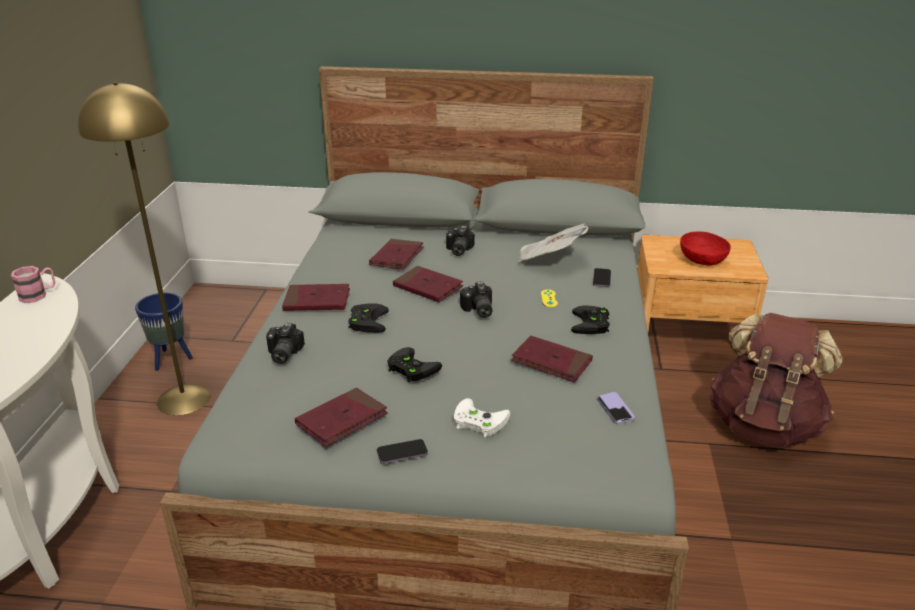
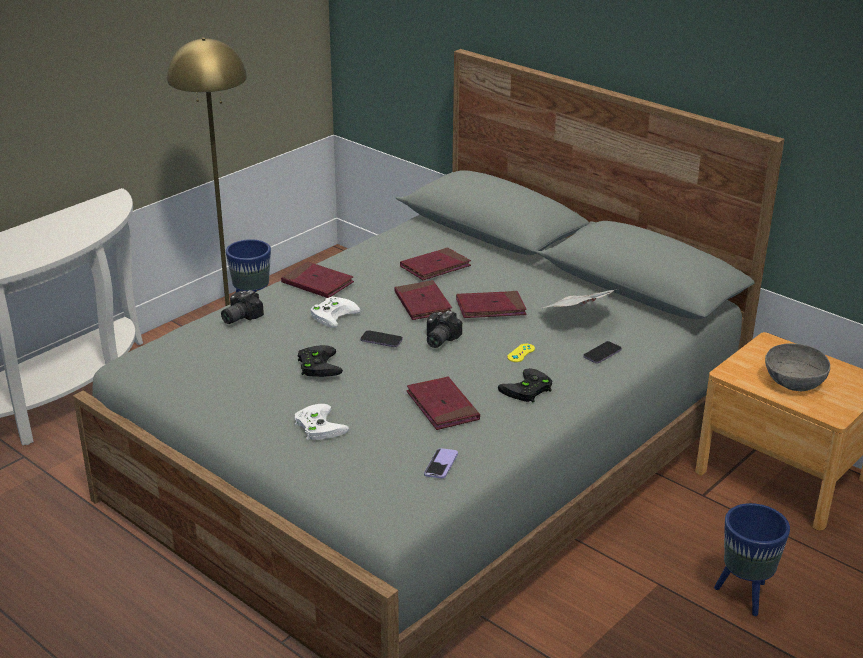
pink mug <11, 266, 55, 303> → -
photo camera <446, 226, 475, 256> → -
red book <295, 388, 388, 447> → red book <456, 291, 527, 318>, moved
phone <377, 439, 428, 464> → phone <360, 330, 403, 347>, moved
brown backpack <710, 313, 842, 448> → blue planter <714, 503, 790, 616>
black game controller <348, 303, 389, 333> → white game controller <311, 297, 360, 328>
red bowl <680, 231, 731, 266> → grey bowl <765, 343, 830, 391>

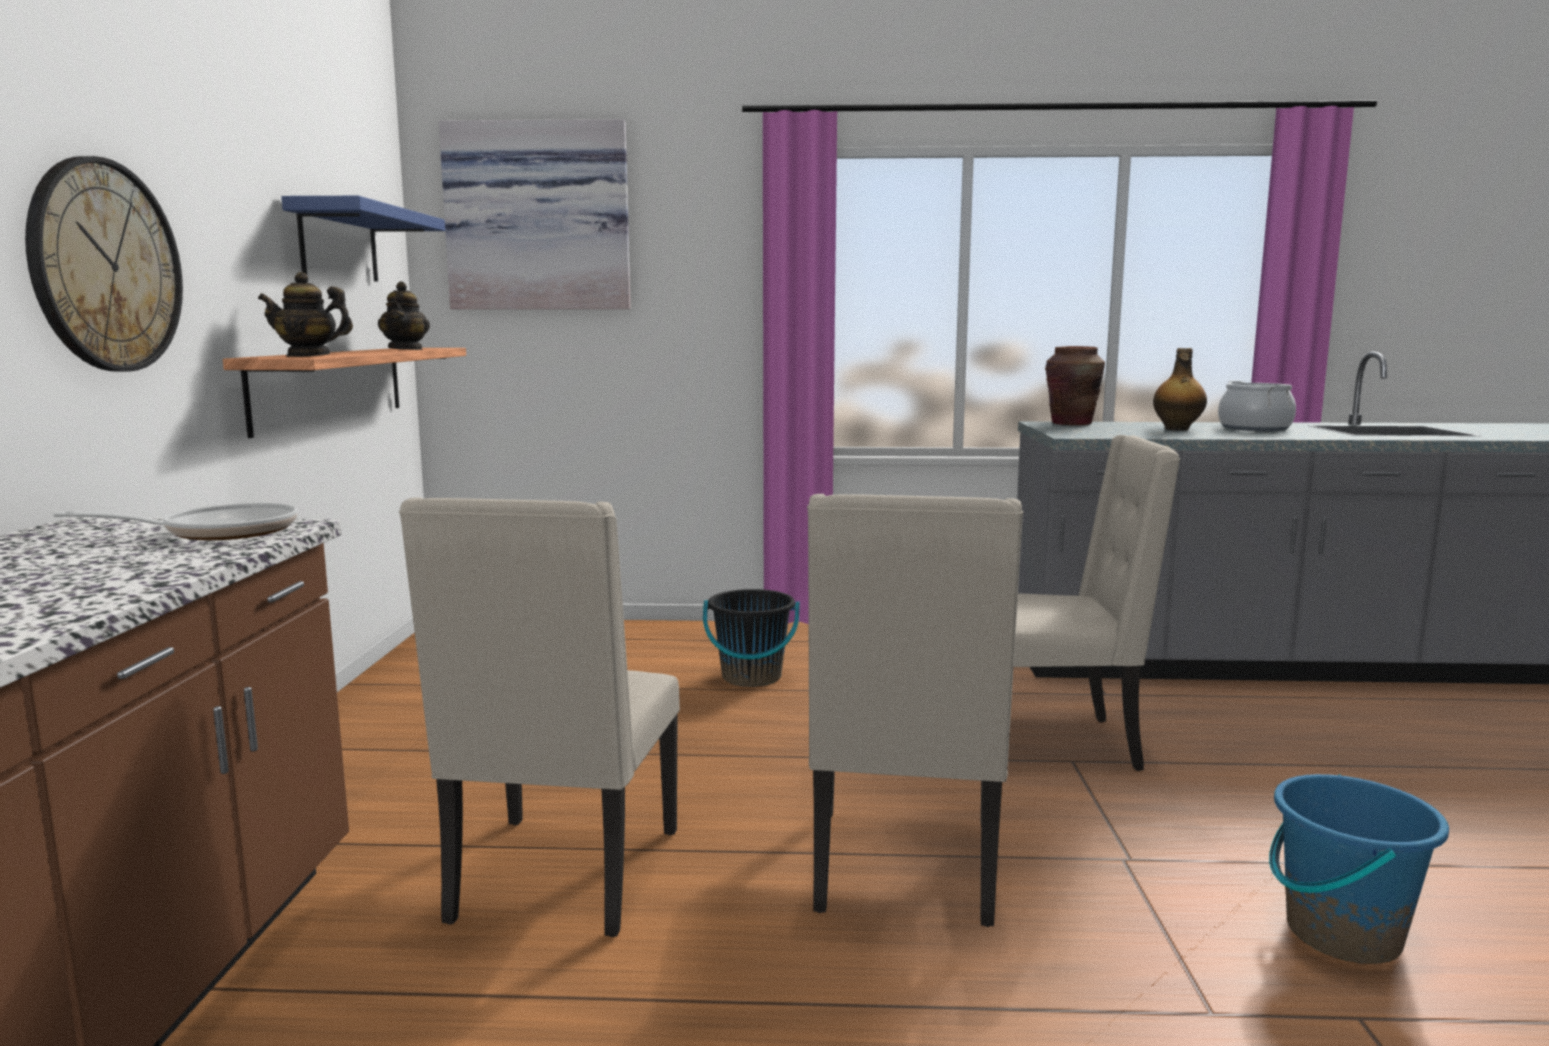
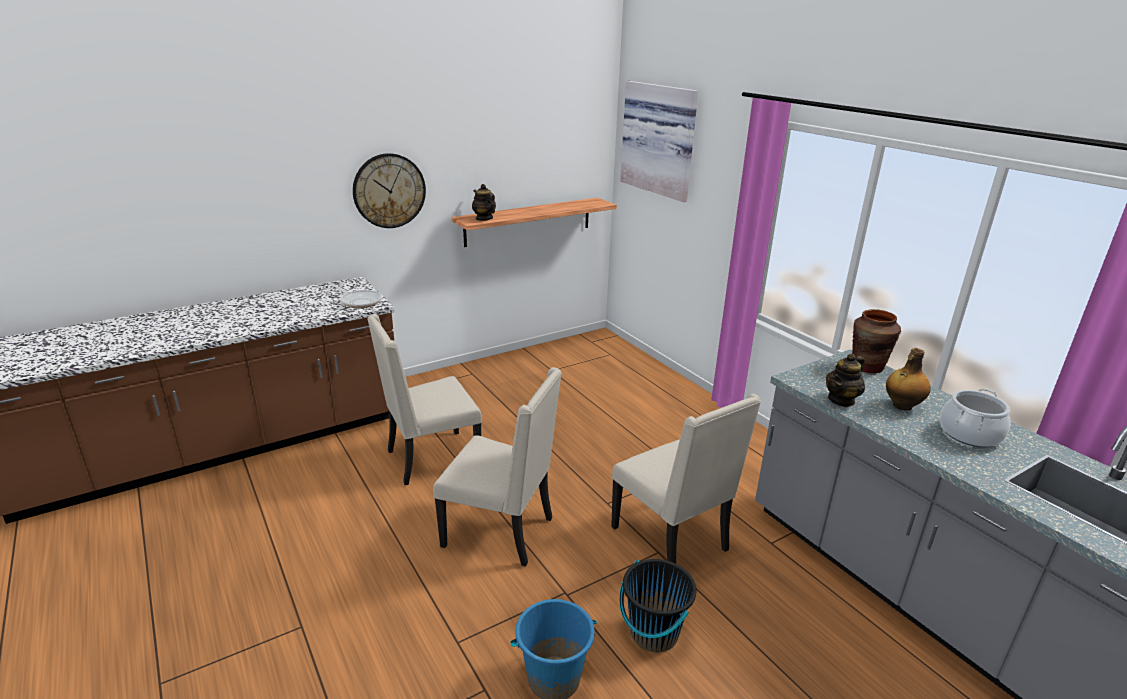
blue shelf <282, 196, 445, 282> → -
teapot <378, 282, 430, 350> → teapot <826, 353, 865, 407>, moved
black bucket <703, 589, 800, 687> → black bucket <619, 559, 696, 652>, moved
beige chair <807, 494, 1024, 927> → beige chair <433, 367, 562, 566>, 135 degrees counterclockwise

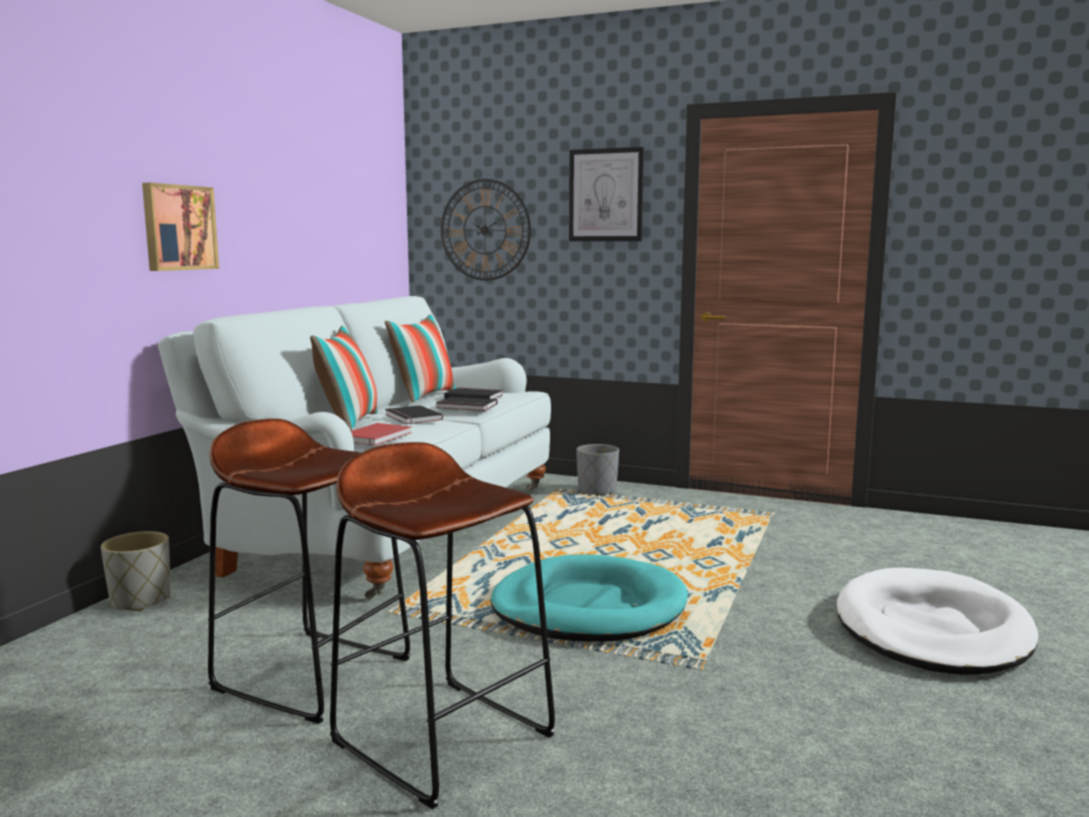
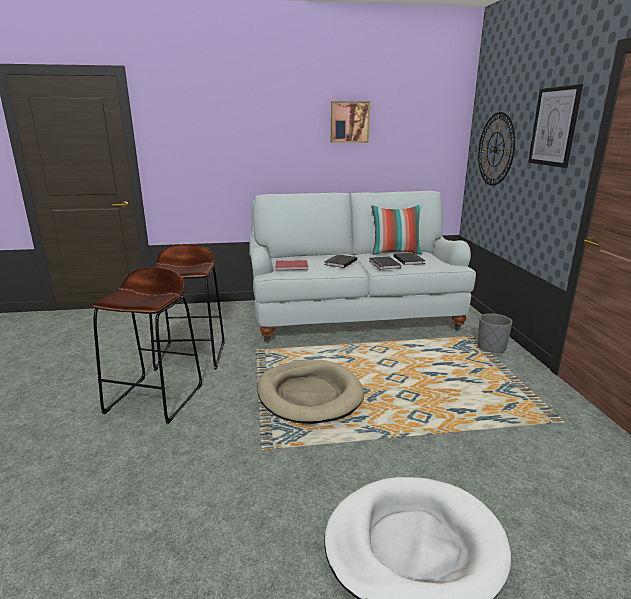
grey planter <101, 531, 170, 611> → -
pillow <310, 325, 378, 431> → -
picture <142, 183, 219, 271> → picture <331, 101, 370, 143>, moved
turquoise dog bed <490, 554, 688, 642> → beige dog bed <257, 360, 364, 424>

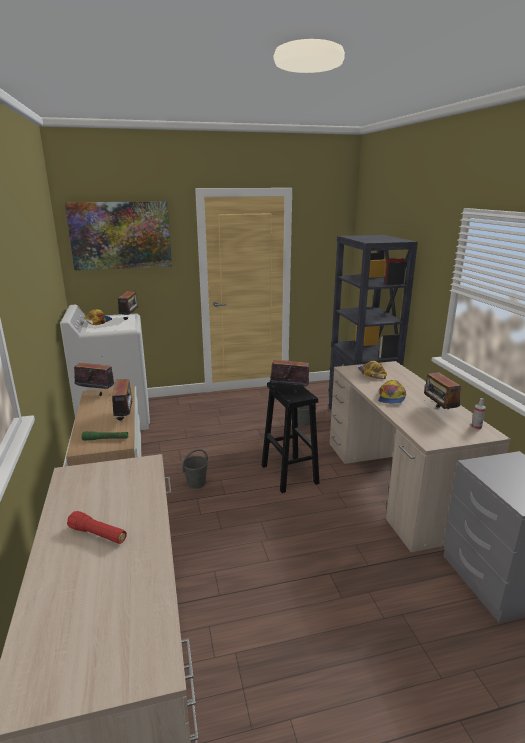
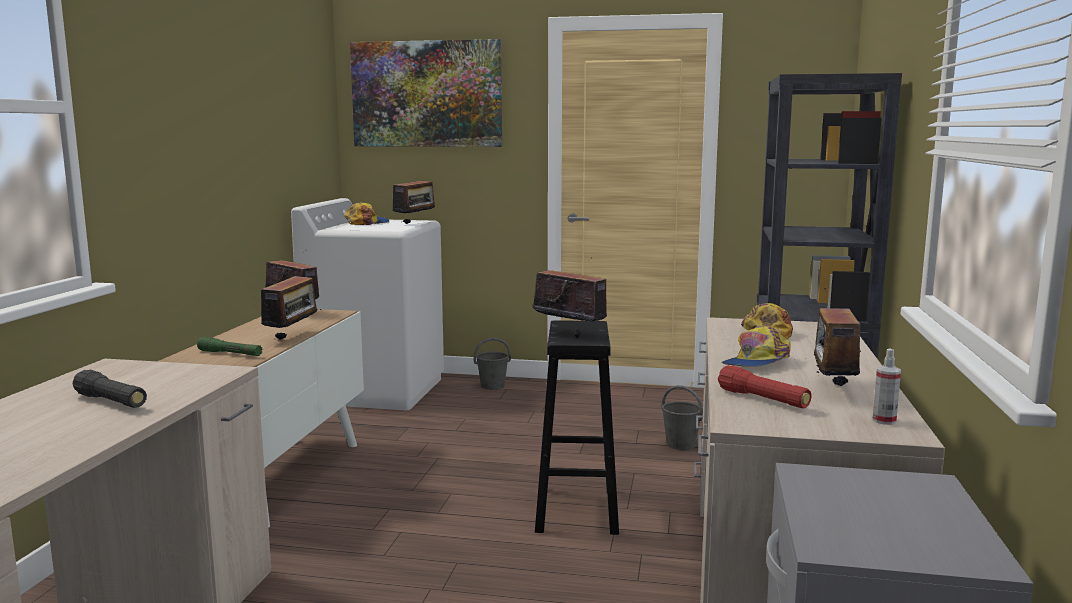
- → black flashlight <73, 370, 147, 408>
red flashlight <67, 511, 127, 544> → red flashlight <718, 365, 812, 408>, moved
grey bucket <182, 449, 208, 489> → grey bucket <474, 338, 511, 390>, moved

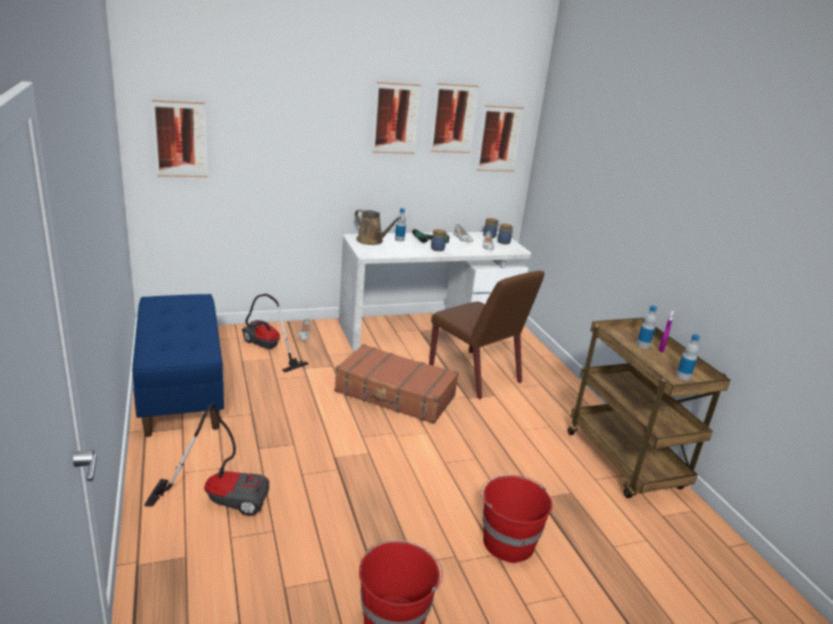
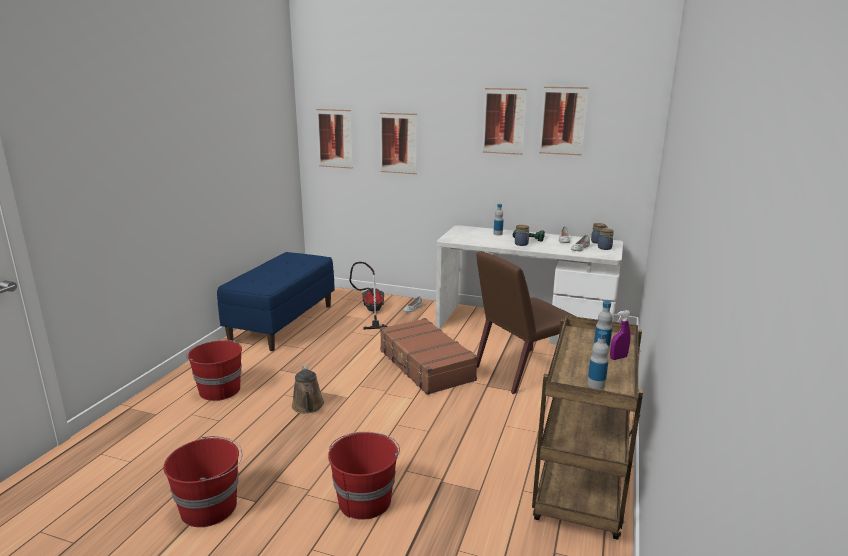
brown watering can <355, 209, 402, 245> → brown watering can <292, 366, 324, 413>, moved
picture <477, 105, 524, 172> → picture <380, 113, 417, 174>, moved
vacuum cleaner <144, 403, 269, 516> → red bucket <186, 340, 242, 401>
brown chair <429, 270, 544, 399> → brown chair <477, 251, 576, 394>, 60 degrees clockwise

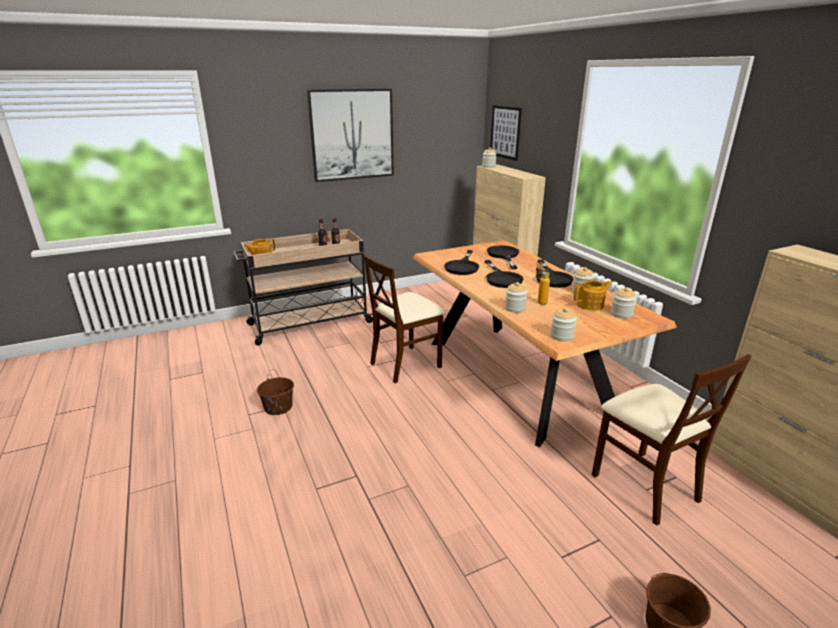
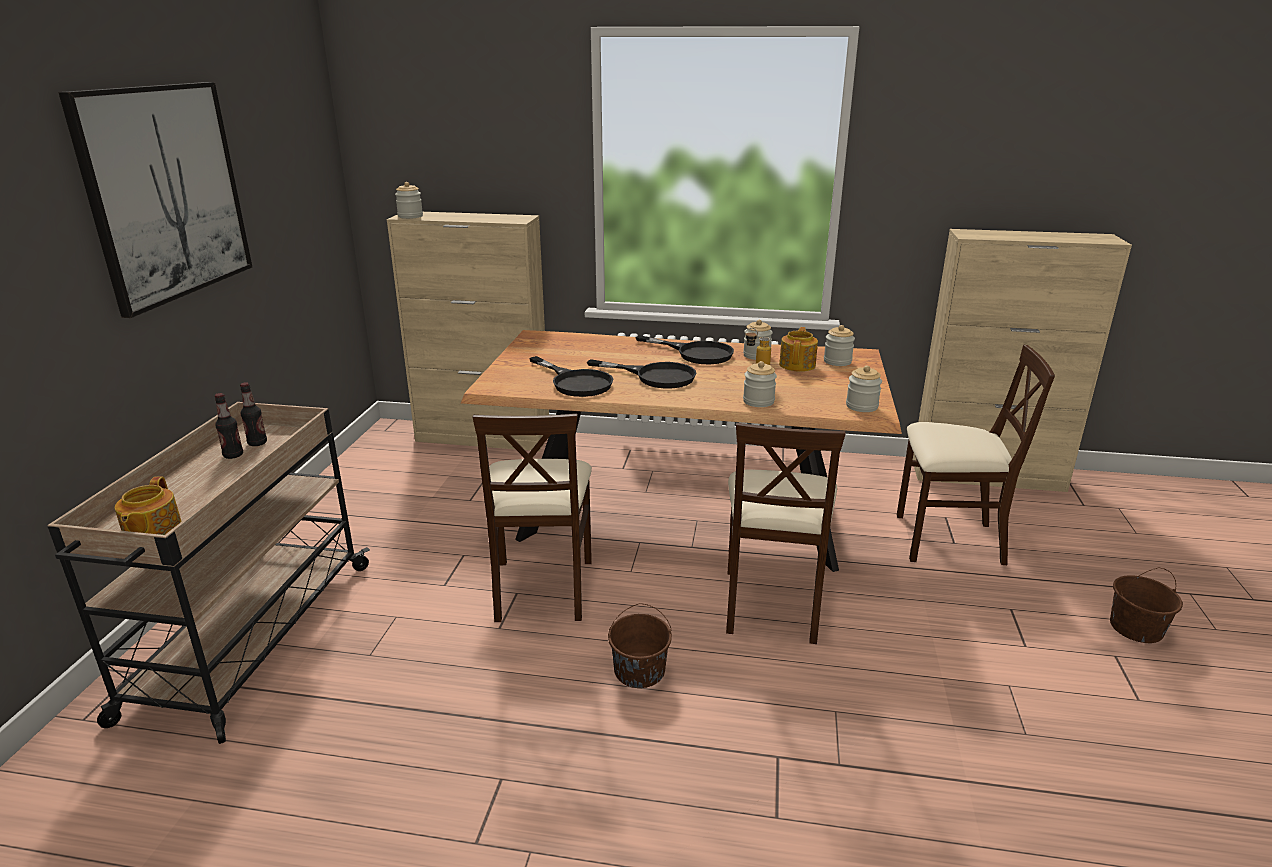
black frying pan <487, 245, 519, 269> → -
picture <490, 105, 522, 161> → -
- → beige chair <726, 423, 845, 644>
brown bucket <257, 369, 294, 415> → brown bucket <608, 603, 672, 688>, moved

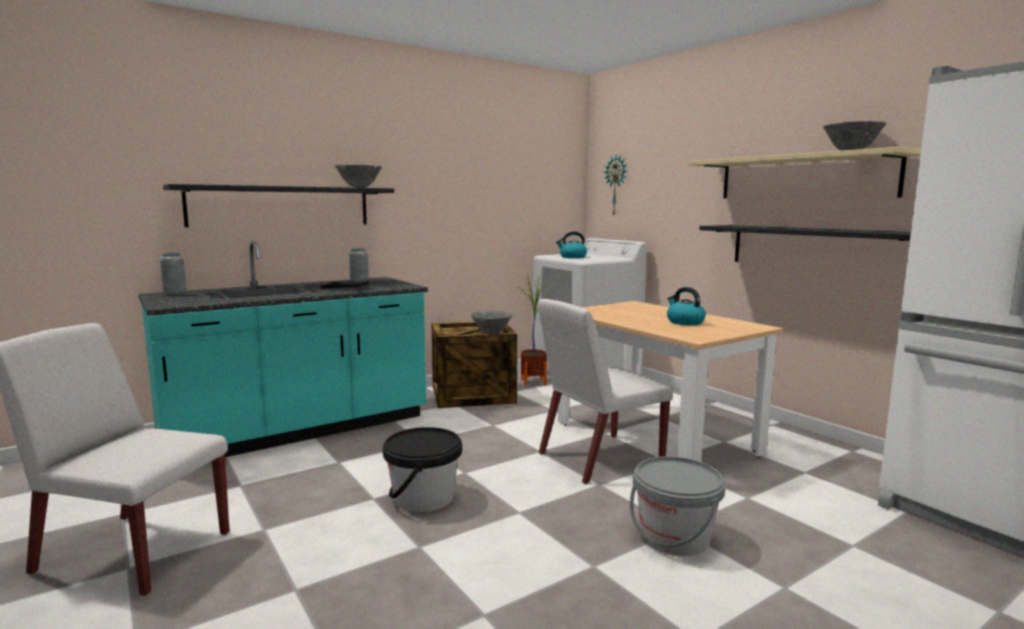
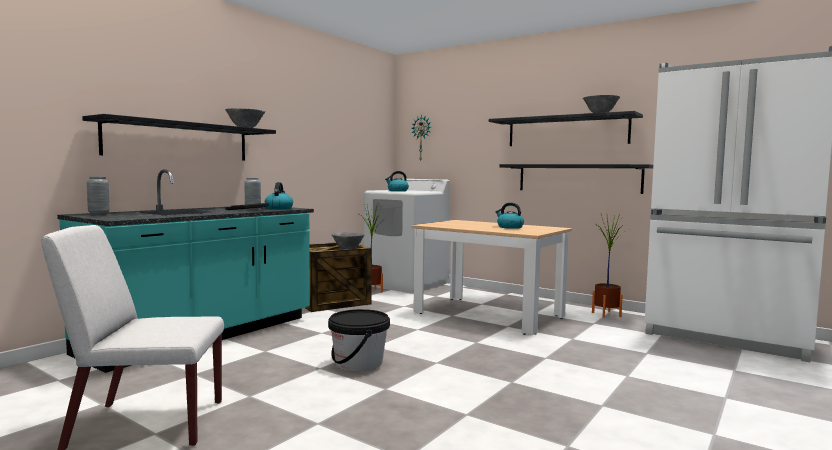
white chair <538, 299, 673, 484> → -
grey bucket <630, 456, 726, 556> → -
- → kettle <265, 182, 293, 209>
- → potted plant <592, 213, 627, 318>
beige shelf <688, 147, 921, 198> → black shelf <489, 111, 643, 146>

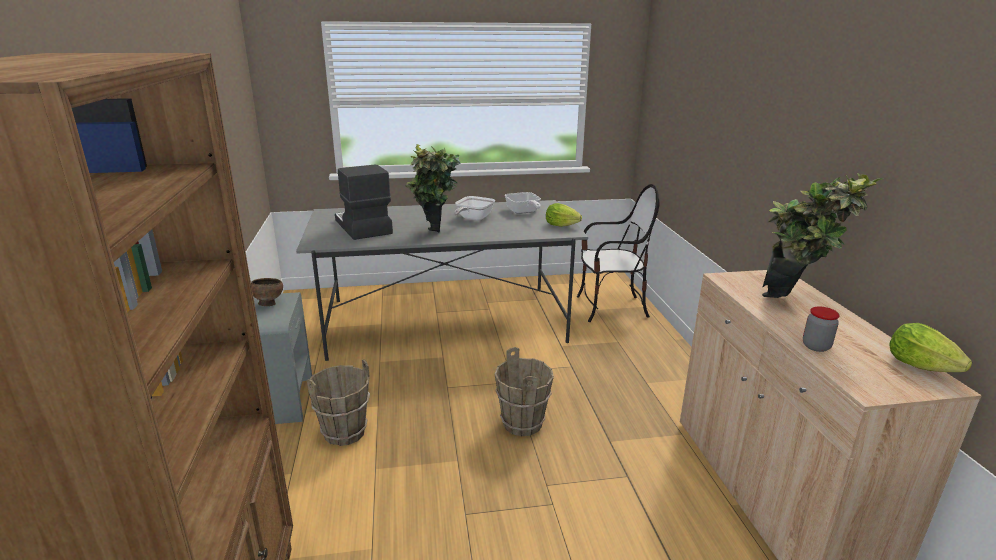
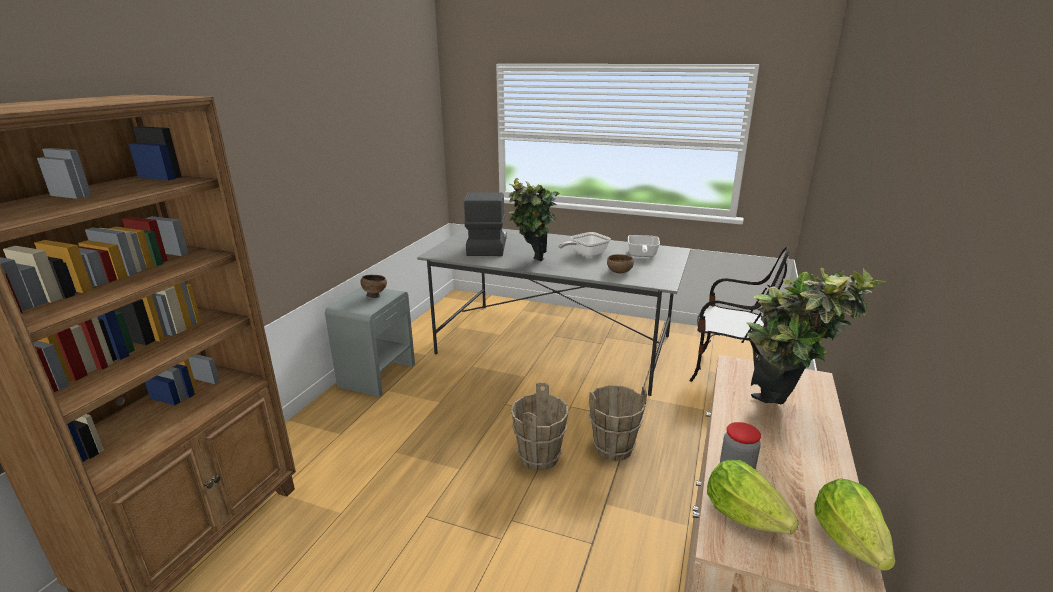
- → brown bowl <607, 254, 634, 273>
brown bucket <307, 359, 370, 446> → brown bucket <589, 385, 647, 461>, moved
lettuce <546, 203, 582, 227> → lettuce <707, 460, 799, 534>, moved

